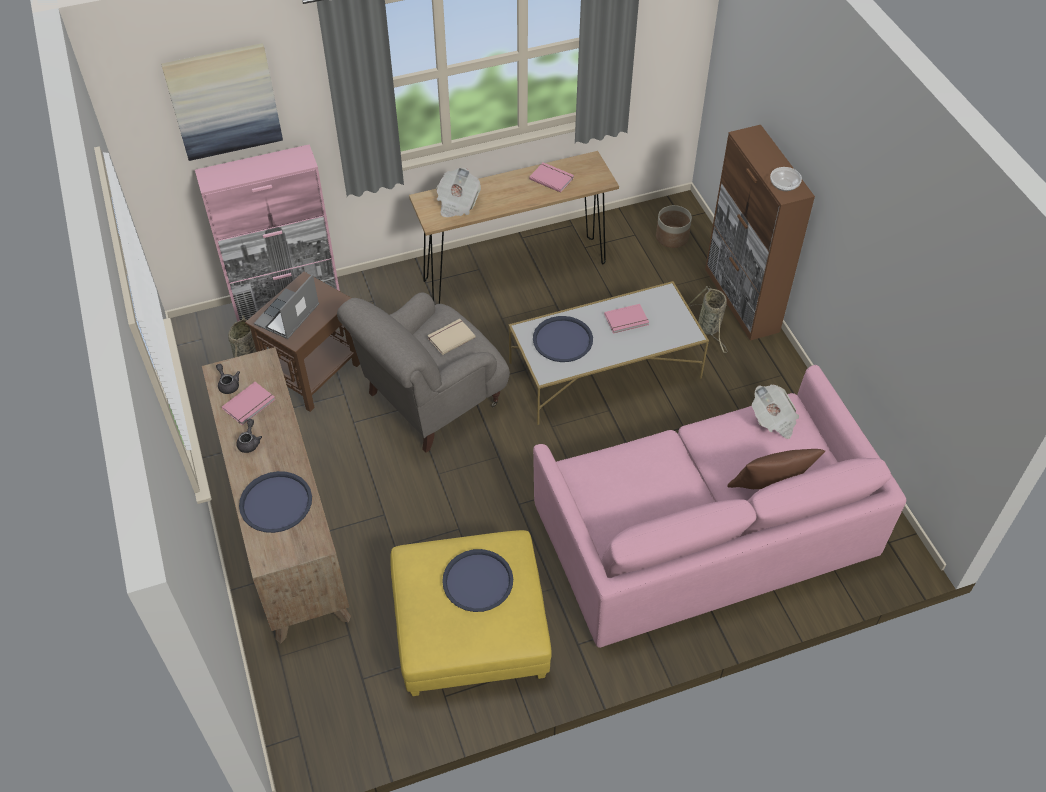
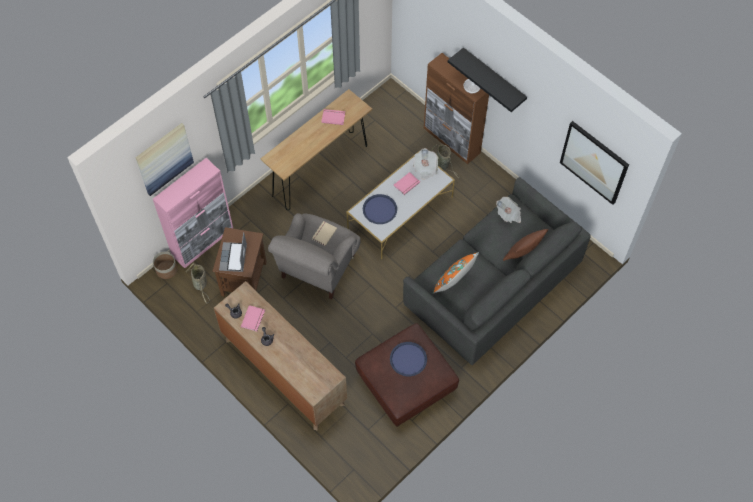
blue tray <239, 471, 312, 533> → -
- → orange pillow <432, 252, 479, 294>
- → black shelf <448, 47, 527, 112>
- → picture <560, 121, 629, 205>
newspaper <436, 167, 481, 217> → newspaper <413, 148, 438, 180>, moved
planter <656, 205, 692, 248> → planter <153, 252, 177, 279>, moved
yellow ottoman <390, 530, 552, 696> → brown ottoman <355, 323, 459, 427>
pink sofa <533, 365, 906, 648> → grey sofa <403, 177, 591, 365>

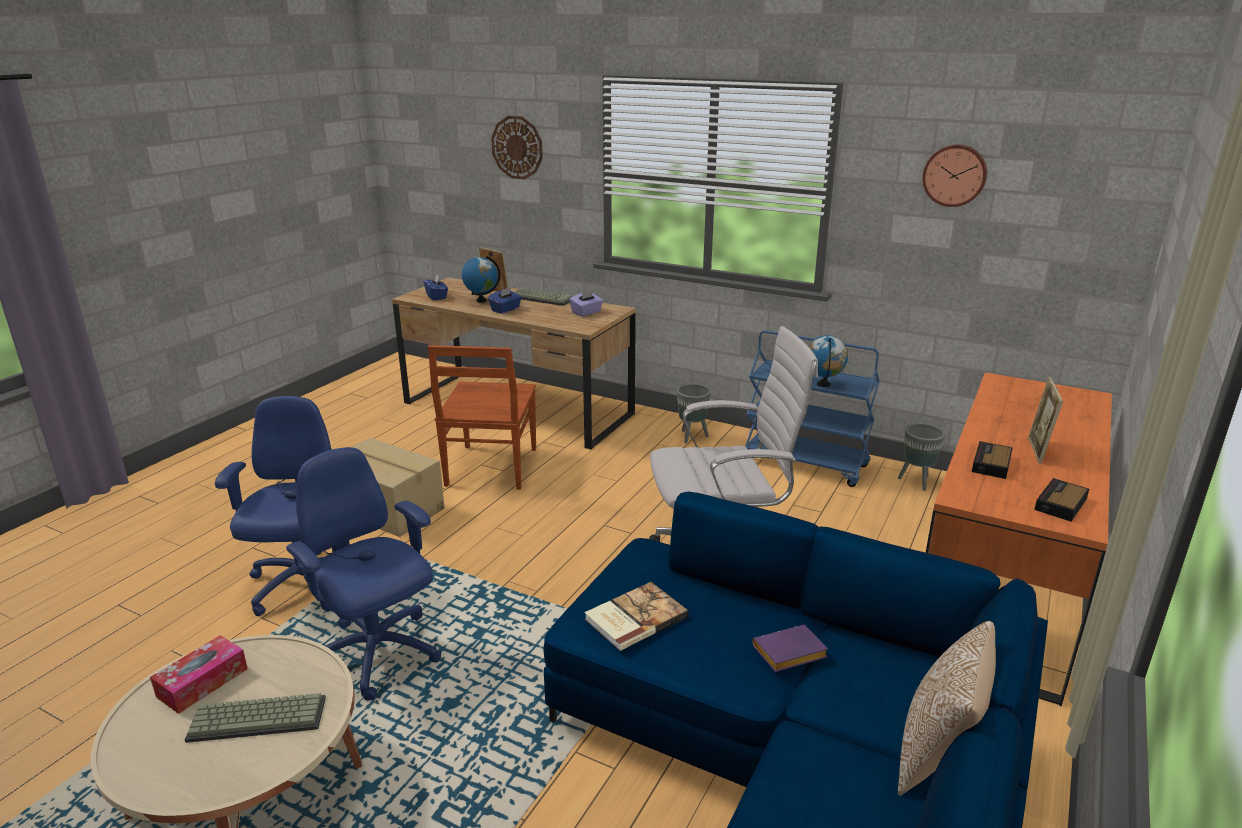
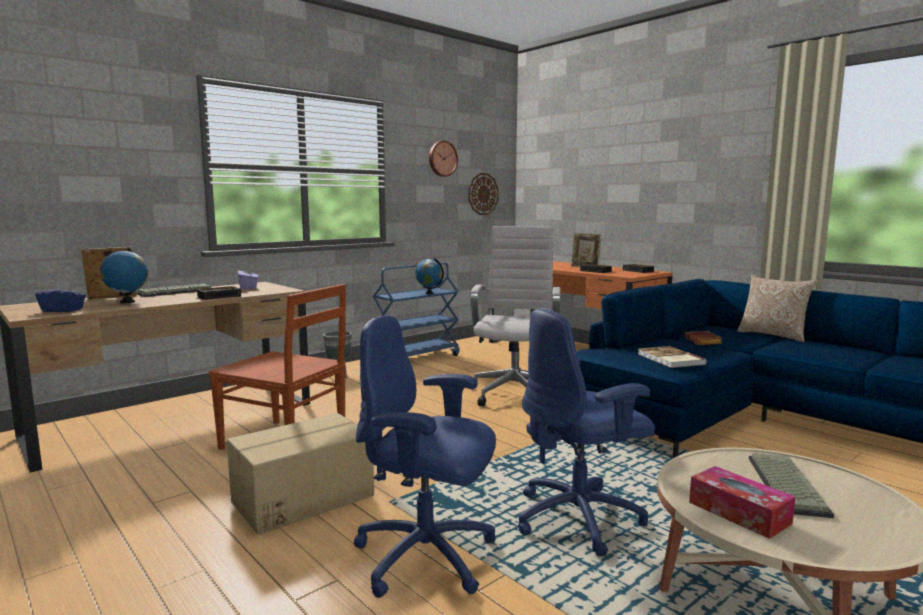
blue tissue box <488, 287, 522, 314> → -
grey planter <898, 423, 945, 491> → -
- → alarm clock <197, 286, 242, 300>
wall clock <491, 116, 543, 180> → wall clock <468, 173, 499, 215>, moved
purple book <753, 625, 828, 672> → brown book <684, 331, 722, 345>

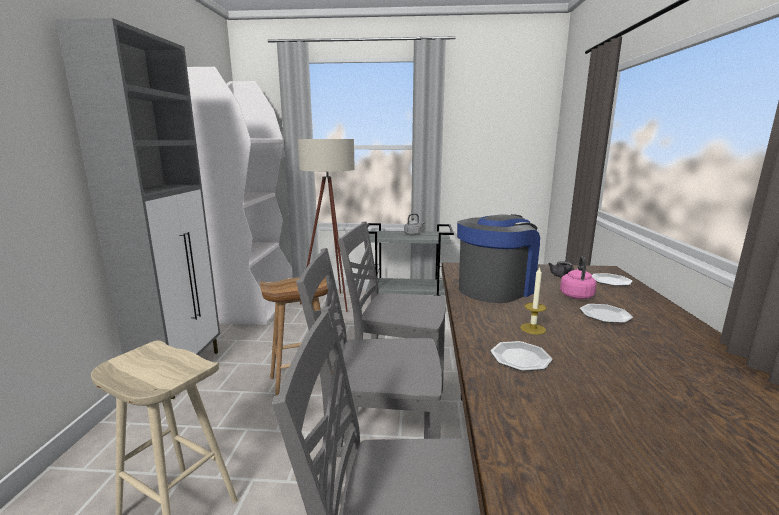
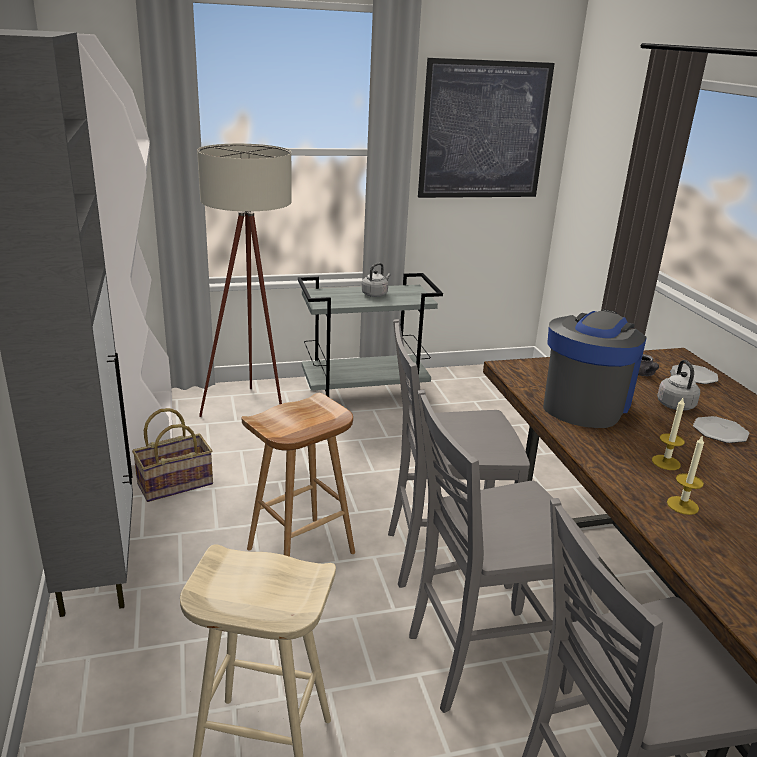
- → basket <132, 408, 213, 502>
- → picture <418, 58, 555, 198>
plate <491, 341, 553, 371> → candle <667, 435, 704, 515>
pink kettle <560, 257, 597, 299> → grey kettle <657, 360, 700, 411>

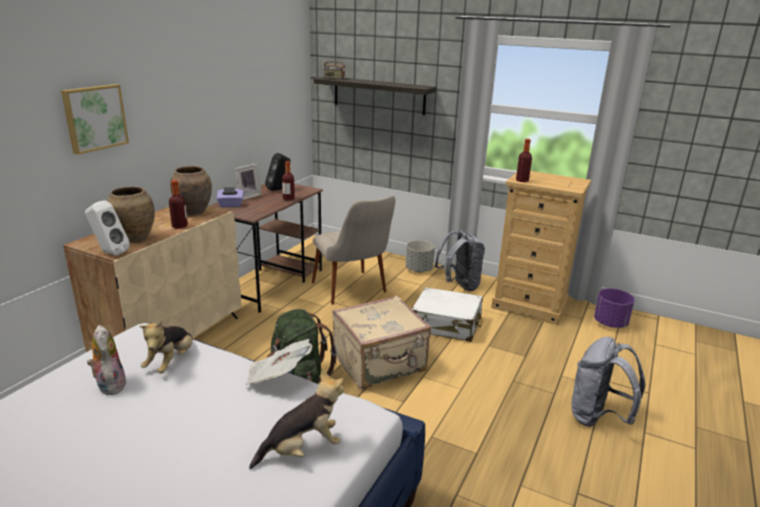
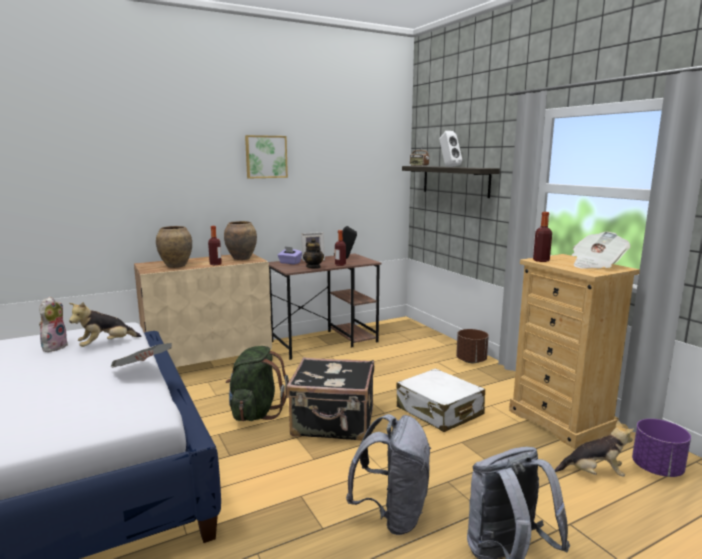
beige chair <312, 196, 395, 305> → -
- → teapot <303, 238, 324, 269>
- → newspaper <572, 232, 631, 269>
picture <61, 84, 129, 155> → picture <245, 135, 288, 178>, moved
white speaker <85, 200, 130, 256> → white speaker <439, 131, 462, 167>, moved
plush toy <249, 370, 344, 469> → plush toy <555, 420, 634, 476>, moved
grey backpack <434, 230, 485, 291> → grey backpack <346, 414, 431, 535>, moved
beige suitcase <332, 295, 431, 389> → black suitcase <287, 357, 374, 441>
grey planter <406, 240, 435, 272> → brown planter <456, 329, 489, 363>

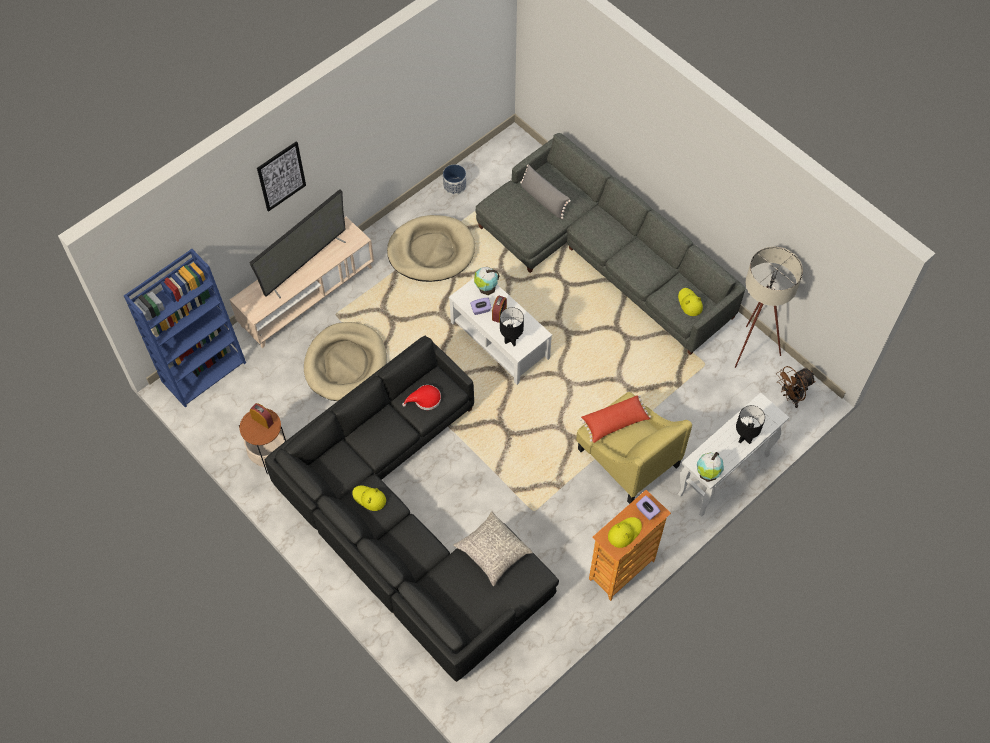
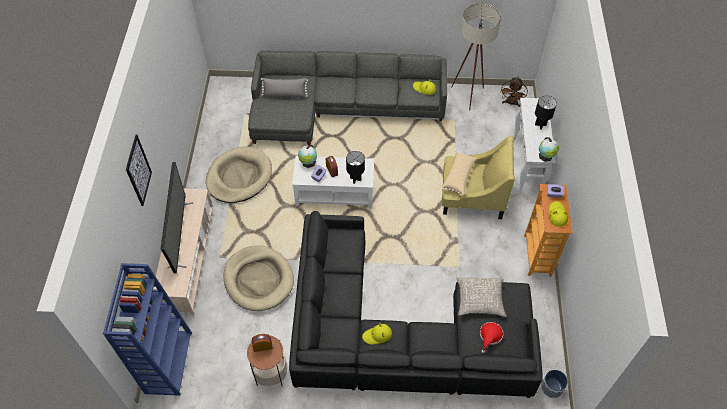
red hat <402, 385, 441, 410> → red hat <480, 322, 503, 353>, moved
planter <443, 164, 466, 195> → planter <541, 370, 568, 398>, moved
red pillow <580, 395, 651, 443> → beige pillow <442, 151, 477, 196>

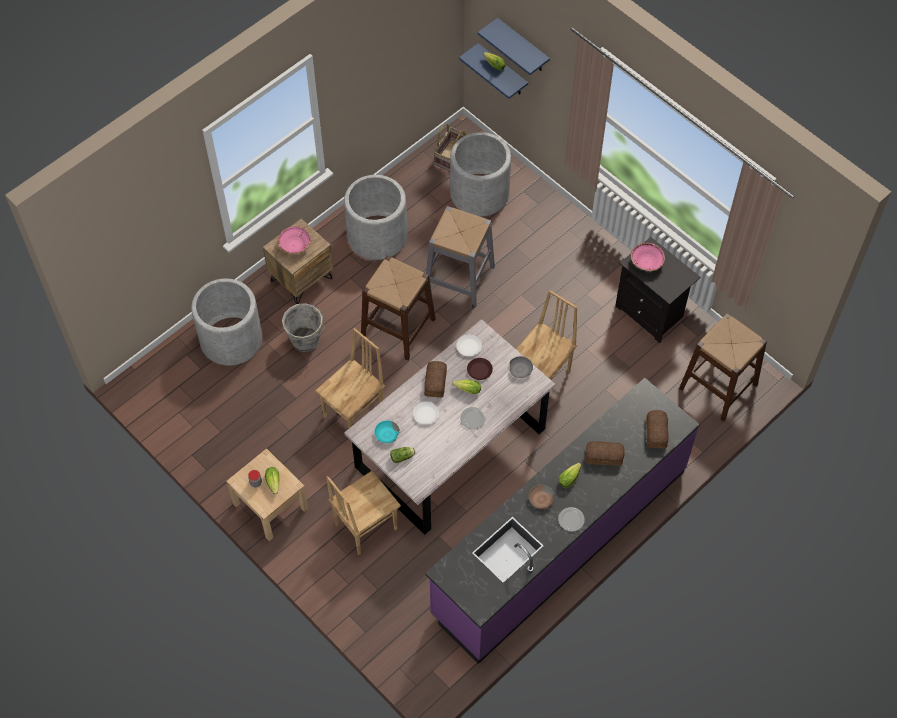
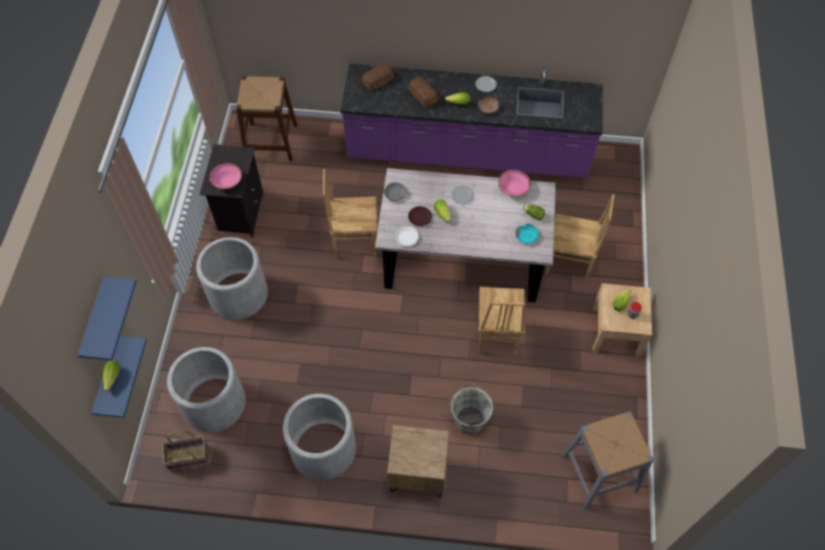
brown stool <361, 255, 436, 361> → -
white plate <413, 402, 439, 425> → -
bread <424, 361, 447, 398> → -
grey planter <191, 278, 262, 366> → grey planter <196, 237, 268, 320>, moved
pink bowl <277, 226, 311, 254> → pink bowl <498, 170, 531, 196>, moved
grey stool <426, 206, 495, 308> → grey stool <561, 411, 654, 510>, moved
brown chair <315, 328, 385, 428> → brown chair <478, 287, 525, 355>, 90 degrees counterclockwise

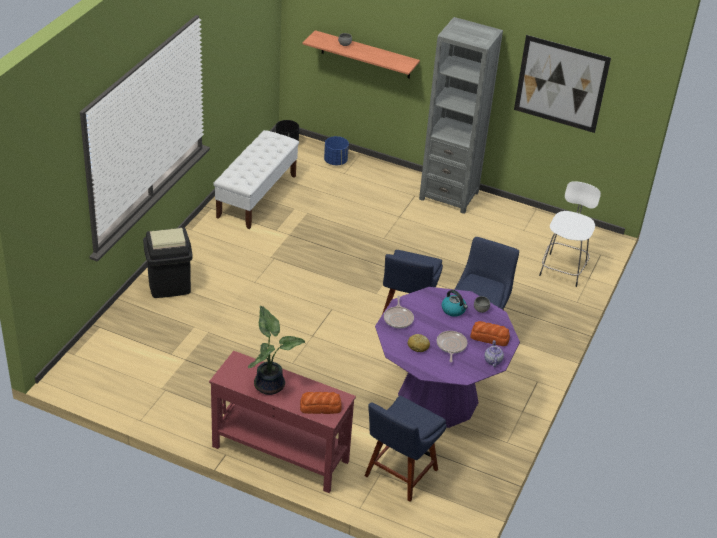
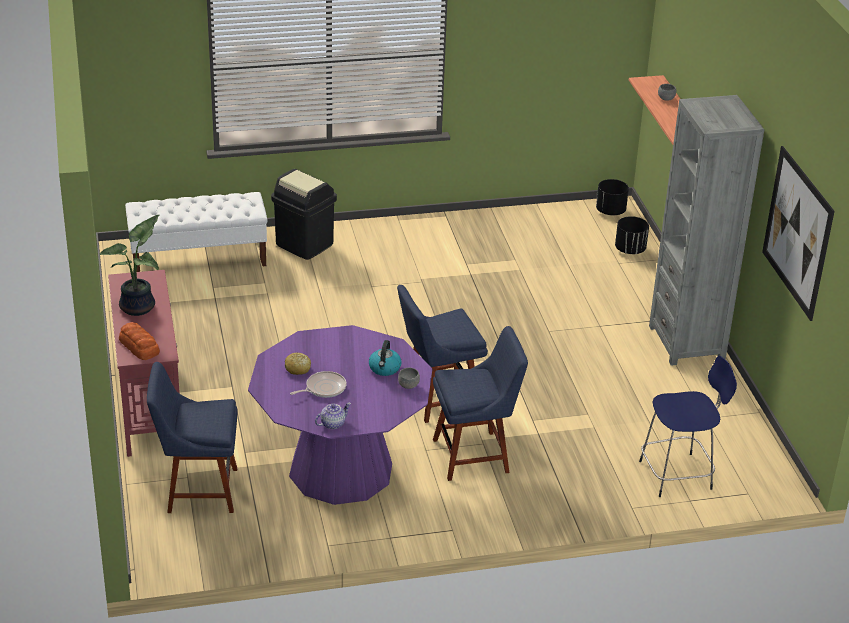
frying pan <384, 295, 414, 328> → -
bread <470, 321, 510, 346> → -
white bench <213, 130, 299, 229> → white bench <125, 192, 268, 272>, moved
blue planter <324, 136, 349, 165> → black planter <615, 216, 649, 254>
white stool <539, 181, 601, 287> → blue stool <639, 355, 737, 497>

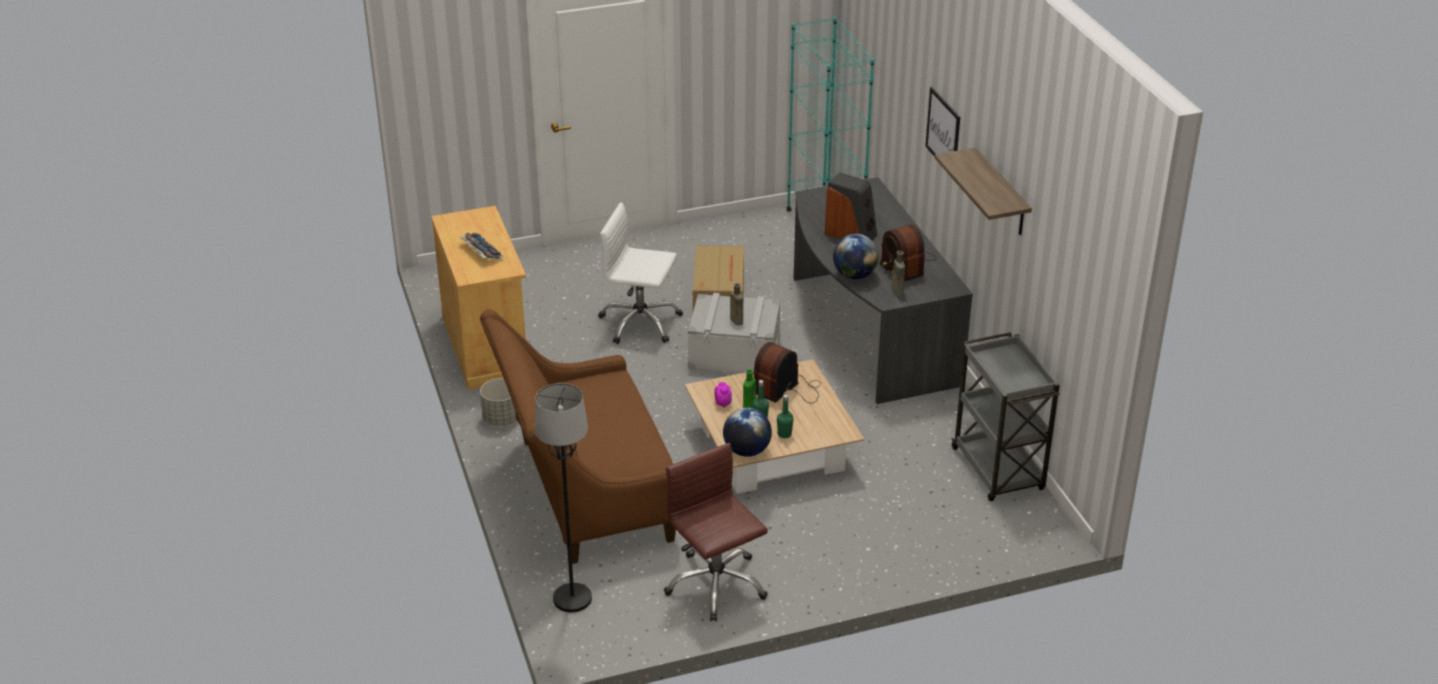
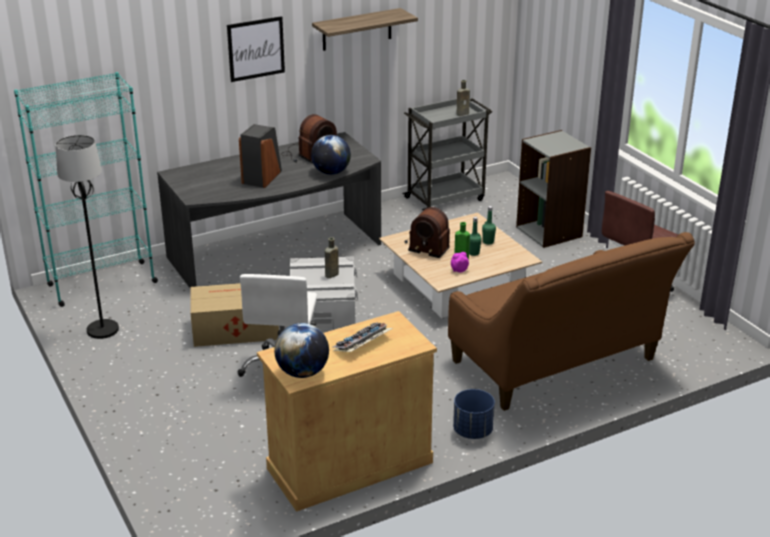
- → grey bookcase <516, 130, 591, 248>
black floor lamp <535, 383, 592, 612> → black floor lamp <56, 135, 119, 339>, moved
globe <723, 408, 772, 457> → globe <274, 323, 329, 378>, moved
brown bottle <891, 251, 905, 296> → brown bottle <457, 80, 470, 116>, moved
grey planter <480, 378, 517, 426> → blue planter <453, 389, 495, 439>

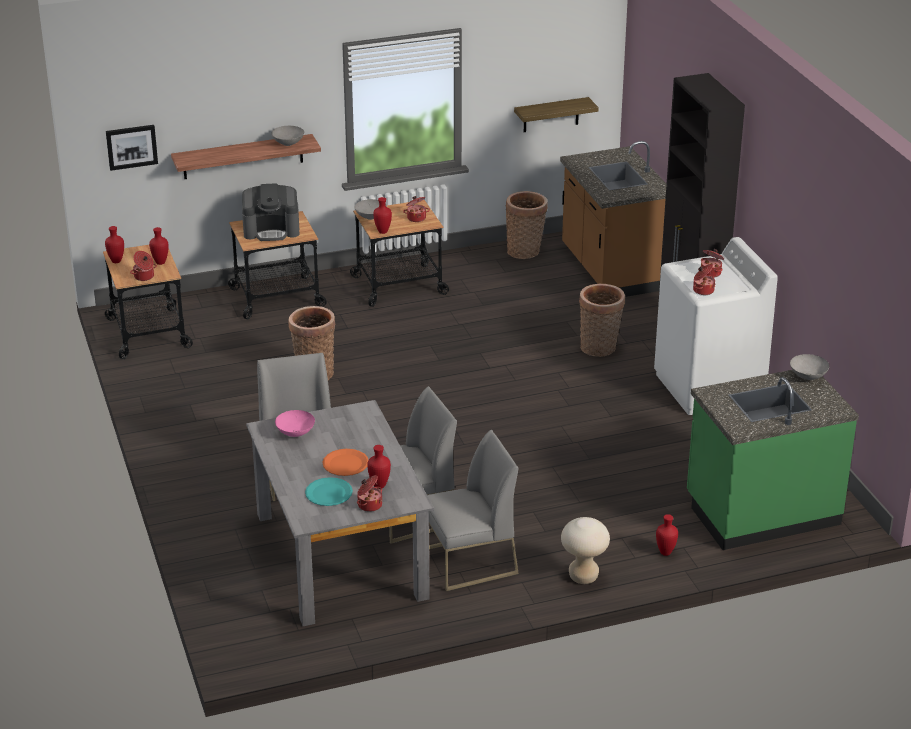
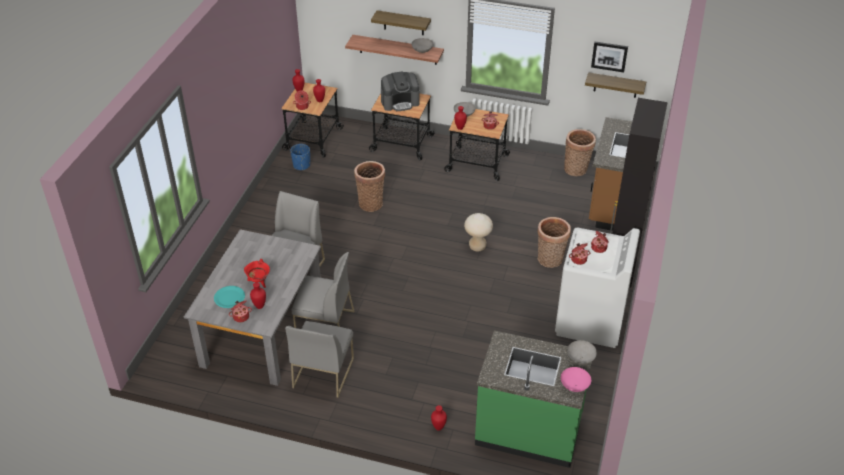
- → blue planter <290, 144, 310, 170>
- → shelf <371, 10, 431, 35>
picture <106, 125, 158, 171> → picture <591, 42, 628, 72>, moved
pink bowl <275, 410, 315, 437> → pink bowl <561, 367, 591, 392>, moved
beige stool <561, 517, 610, 584> → beige stool <464, 213, 493, 252>, moved
orange plate <323, 449, 368, 476> → red cooking pot <244, 259, 270, 288>
coffee machine <242, 183, 299, 241> → coffee machine <381, 71, 420, 111>, 45 degrees counterclockwise
grey chair <427, 430, 518, 591> → grey chair <285, 321, 354, 398>, 90 degrees clockwise

